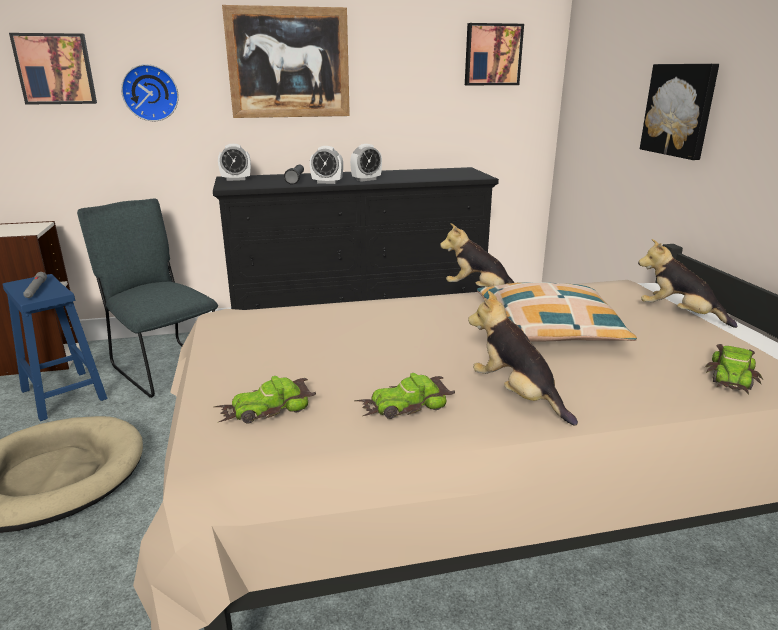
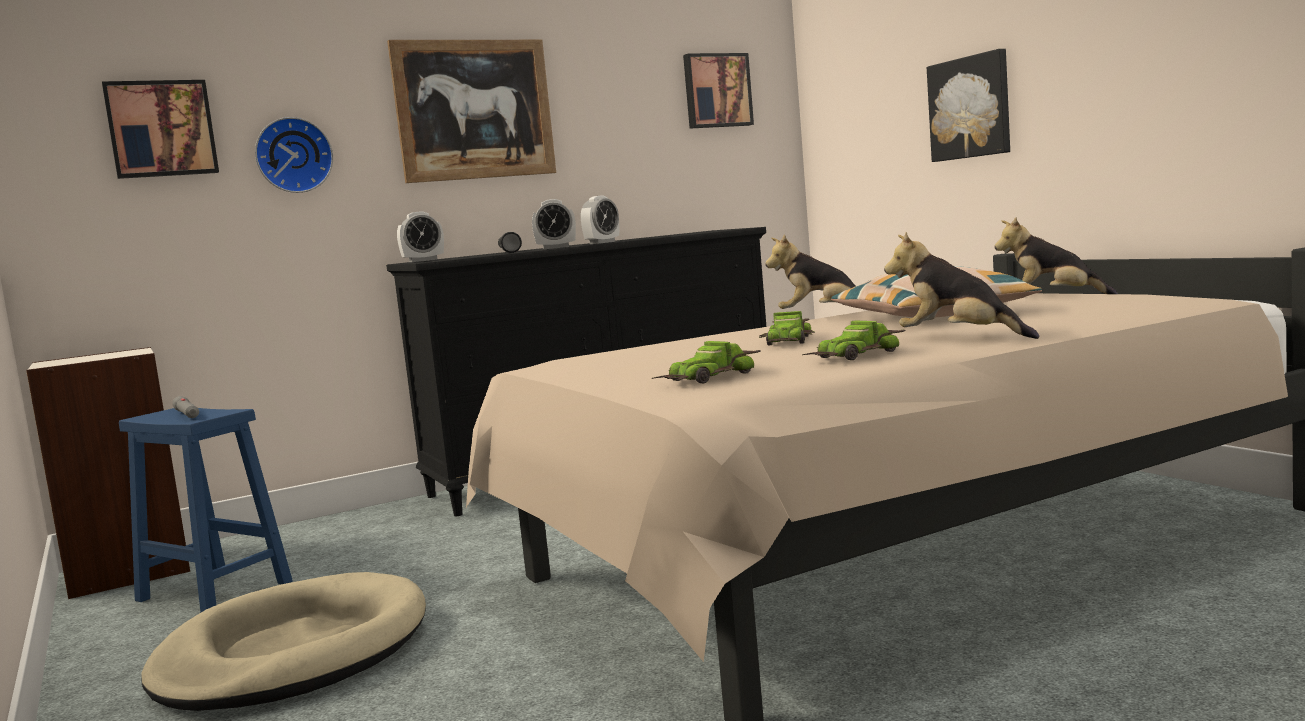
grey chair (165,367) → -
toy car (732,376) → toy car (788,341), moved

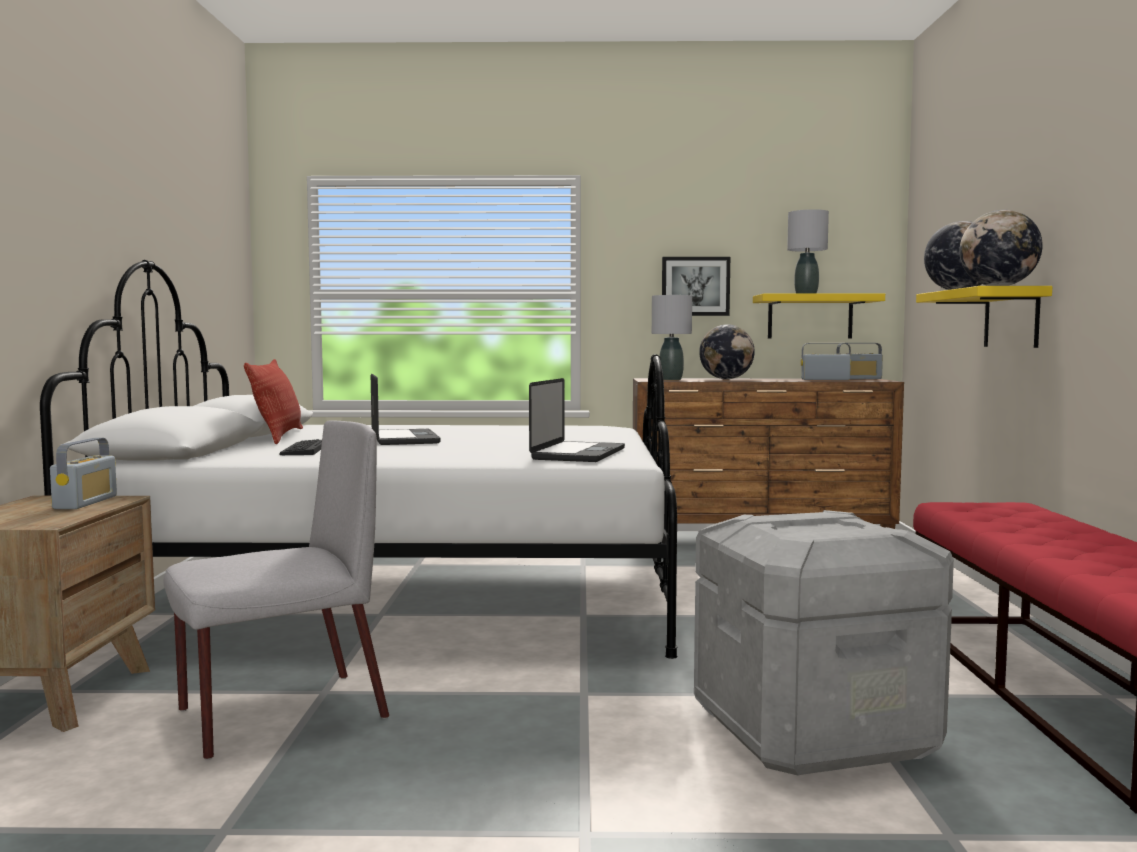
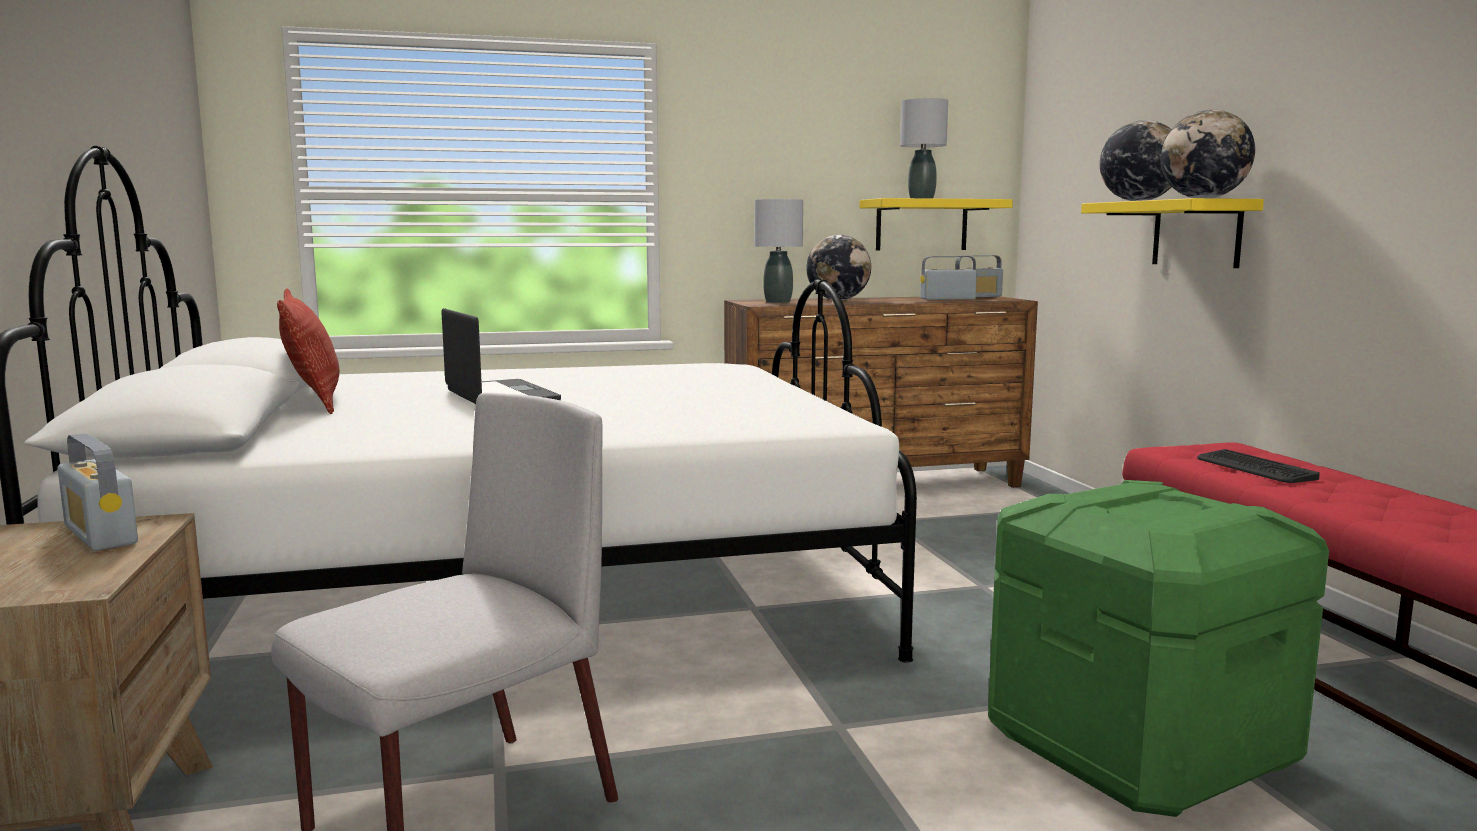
picture (695,286) → -
laptop (578,454) → -
radio (85,502) → radio (100,535), 150 degrees clockwise
keyboard (304,449) → keyboard (1254,468), moved
grey storage box (813,730) → green storage box (1137,746)

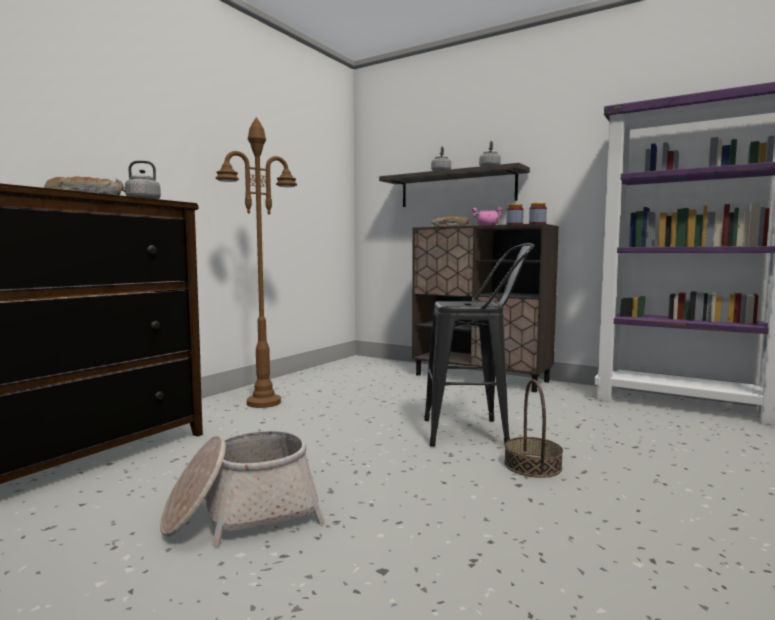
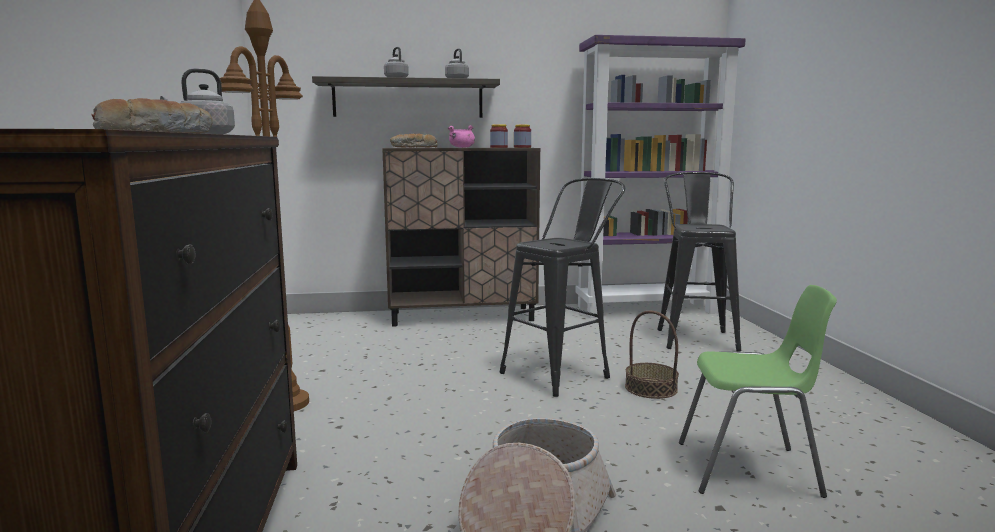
- → black stool (695,337)
- → green chair (749,470)

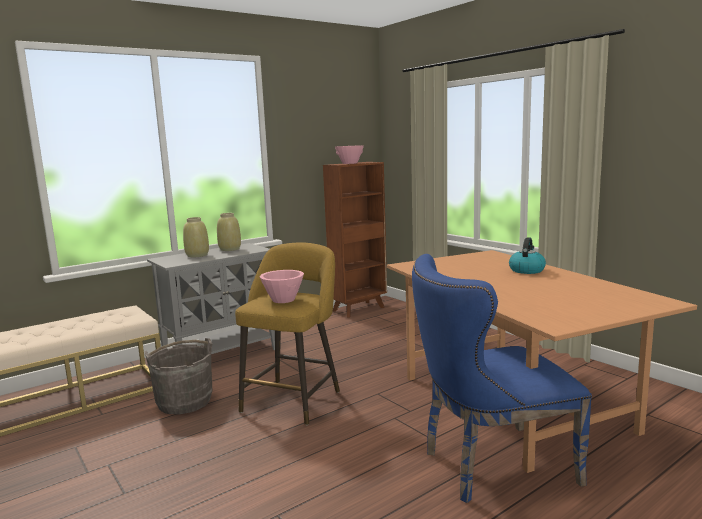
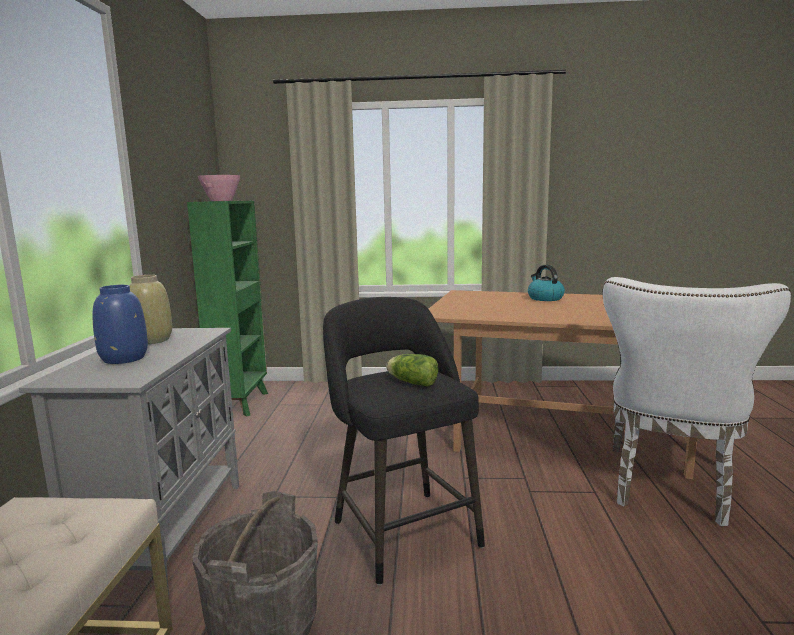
brown bookcase (359,309) → green bookcase (241,403)
beige vase (197,255) → blue vase (125,358)
yellow stool (294,399) → black stool (402,530)
blue chair (489,466) → white chair (670,489)
pink bowl (283,300) → lettuce (411,382)

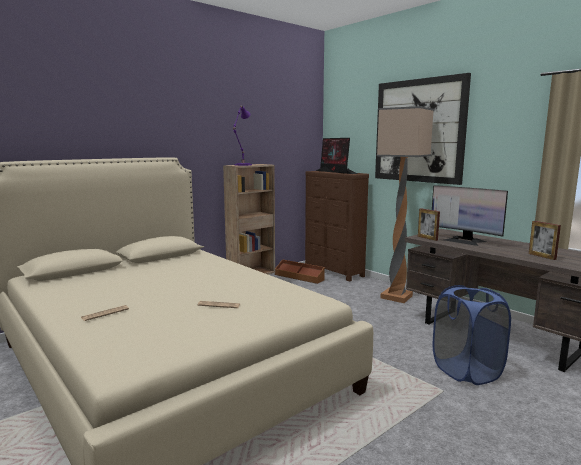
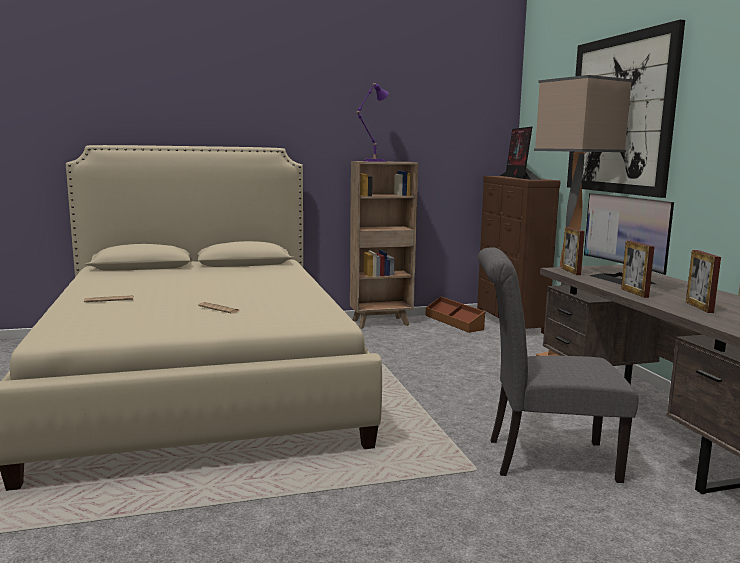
blue laundry basket (466,371) → grey chair (542,458)
- → picture frame (634,293)

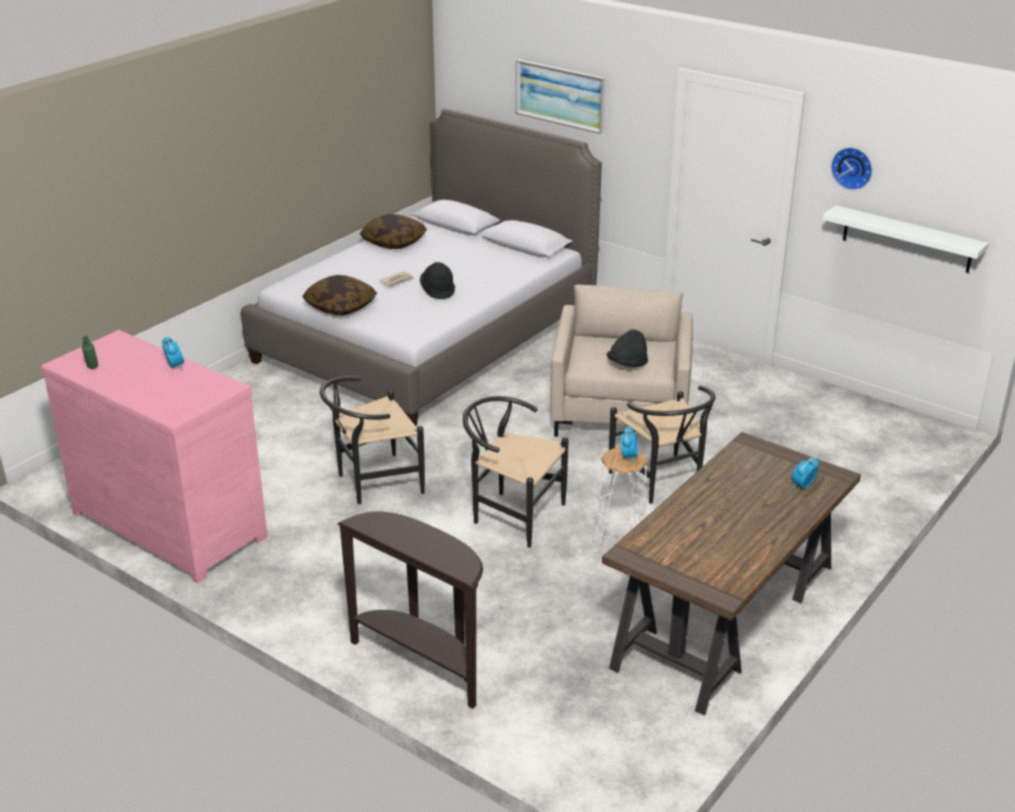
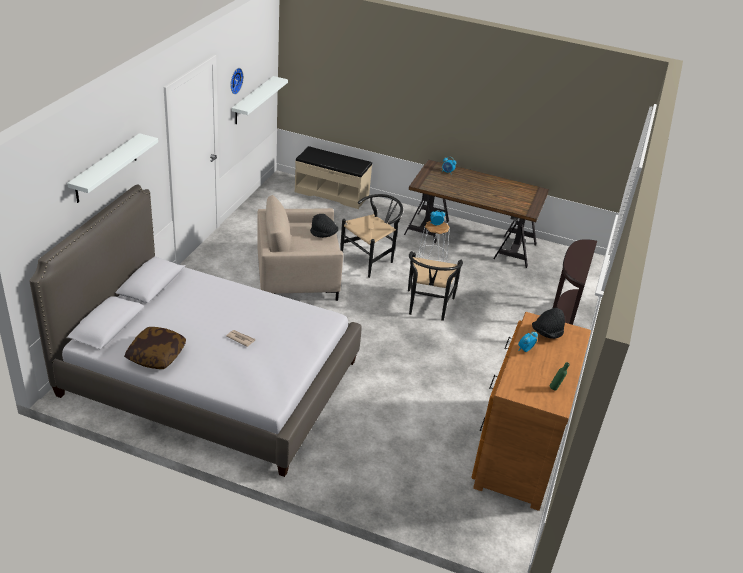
picture (560,95) → white shelf (106,168)
black hat (438,291) → black hat (546,333), moved
pillow (340,306) → -
pink dresser (171,523) → brown dresser (517,451)
black chair (373,483) → -
- → beige bench (332,193)

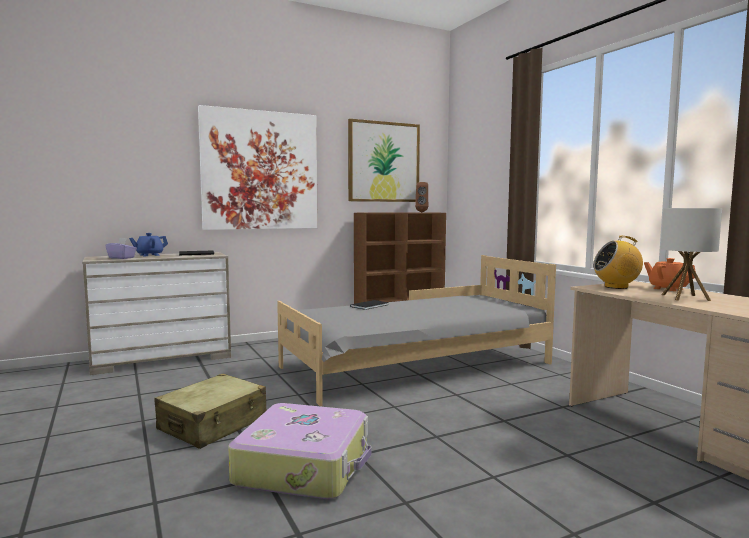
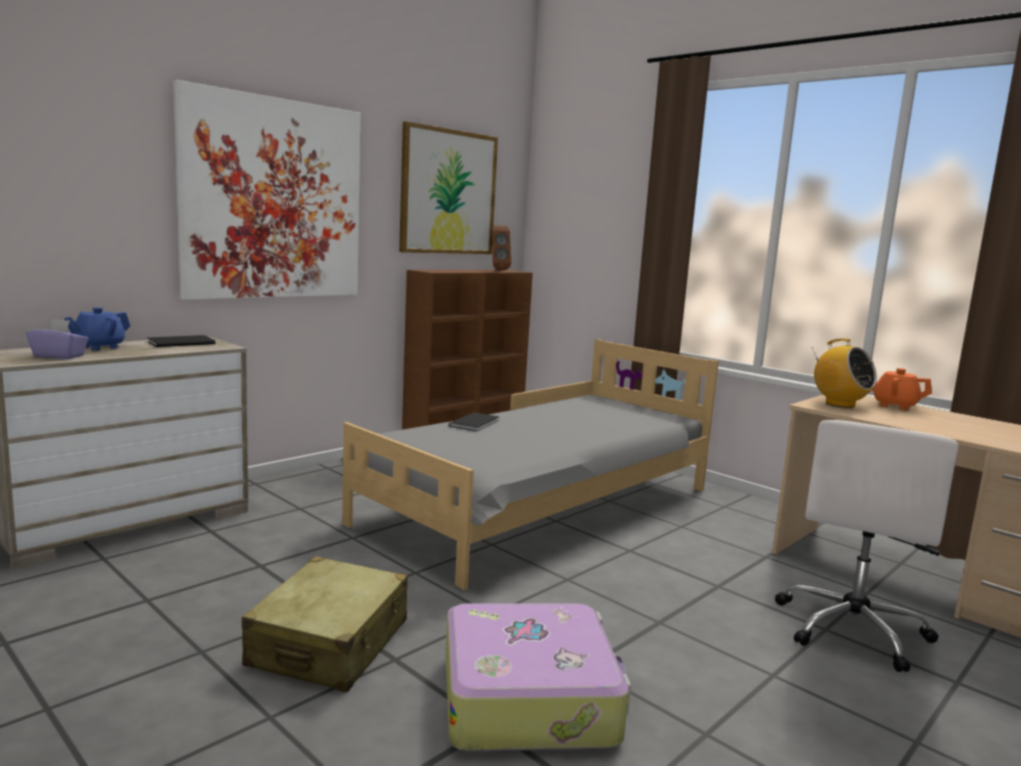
table lamp (685,297) → -
radio (616,287) → radio (839,404), 105 degrees counterclockwise
- → white office chair (852,629)

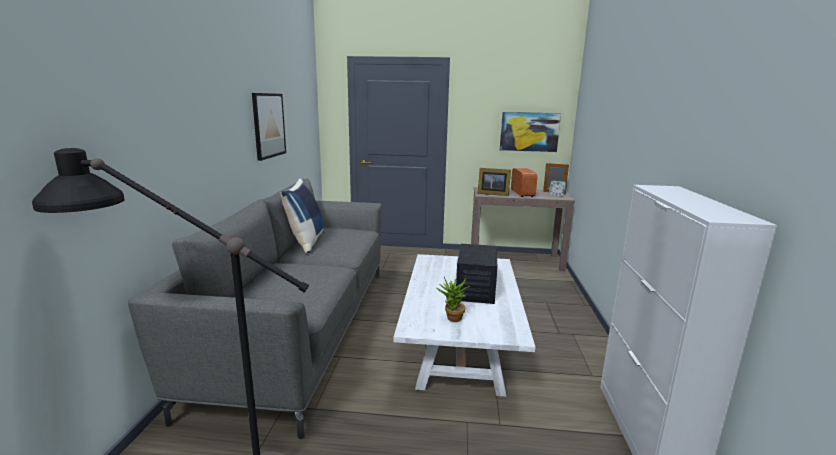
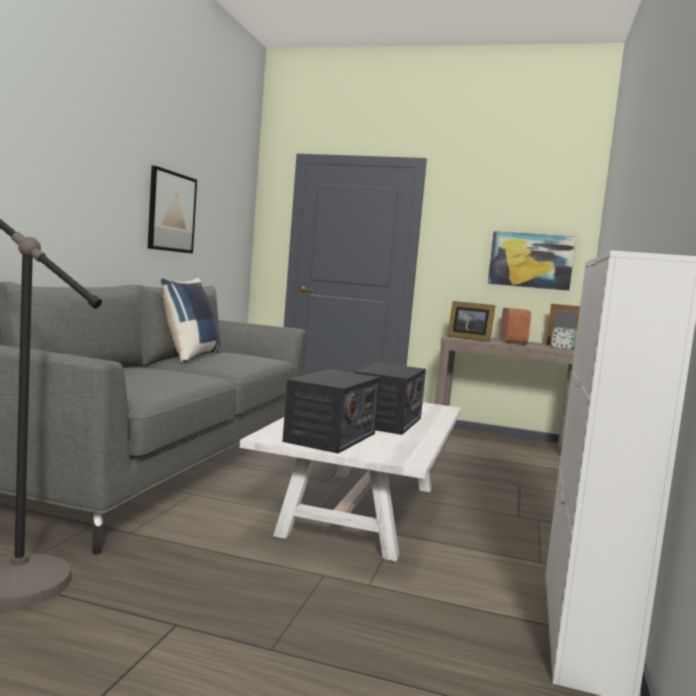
potted plant (452,319) → radio (330,437)

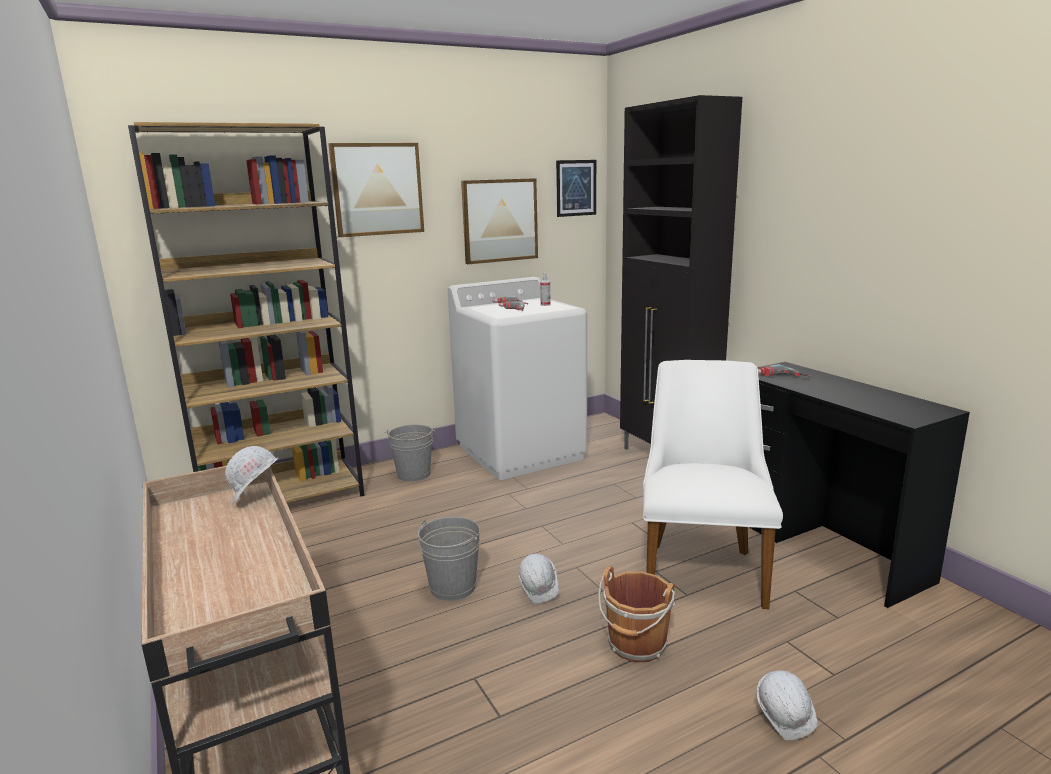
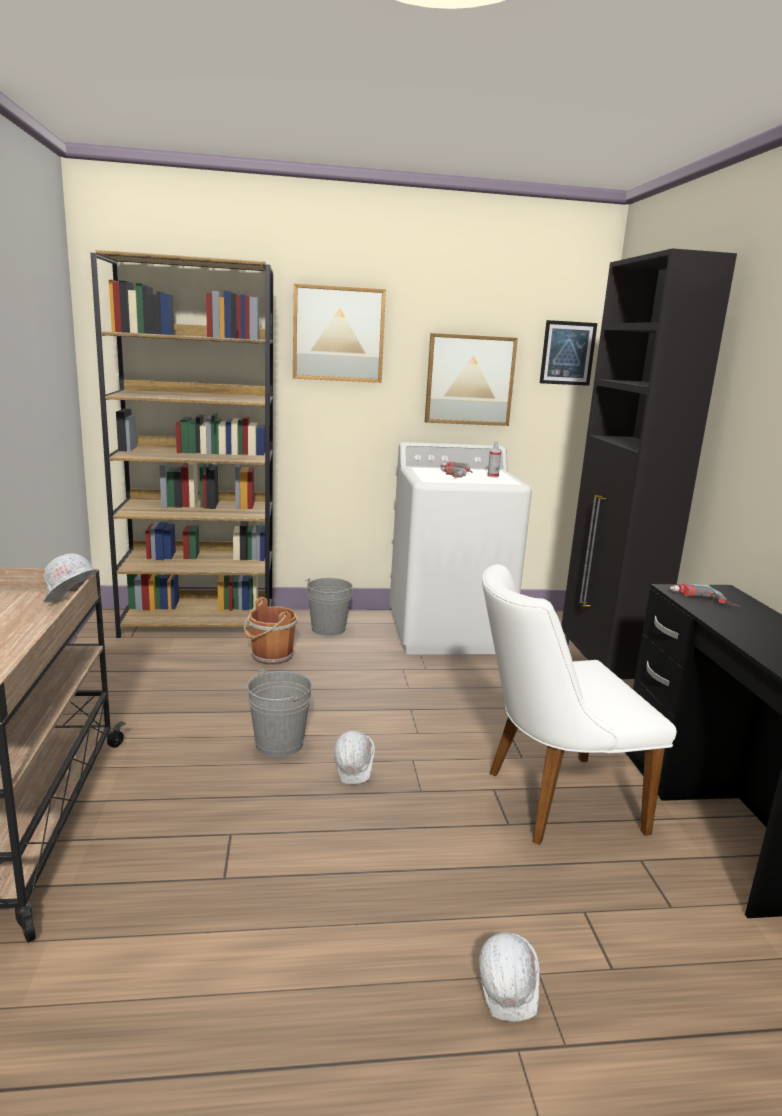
white chair (701,567) → white chair (549,800), 135 degrees counterclockwise
brown bucket (636,646) → brown bucket (270,656), moved

